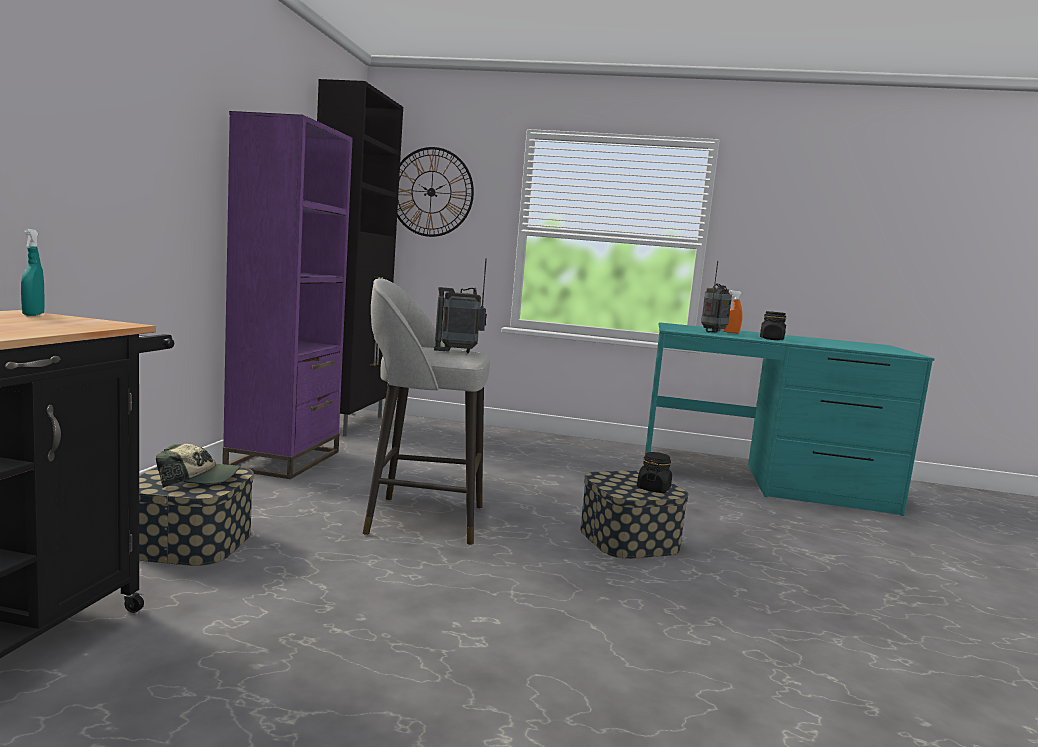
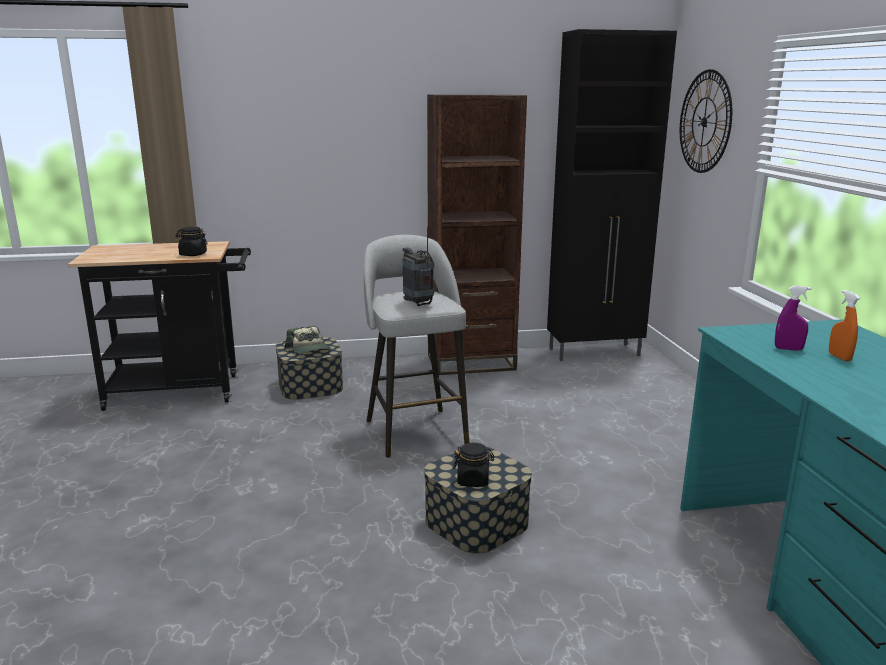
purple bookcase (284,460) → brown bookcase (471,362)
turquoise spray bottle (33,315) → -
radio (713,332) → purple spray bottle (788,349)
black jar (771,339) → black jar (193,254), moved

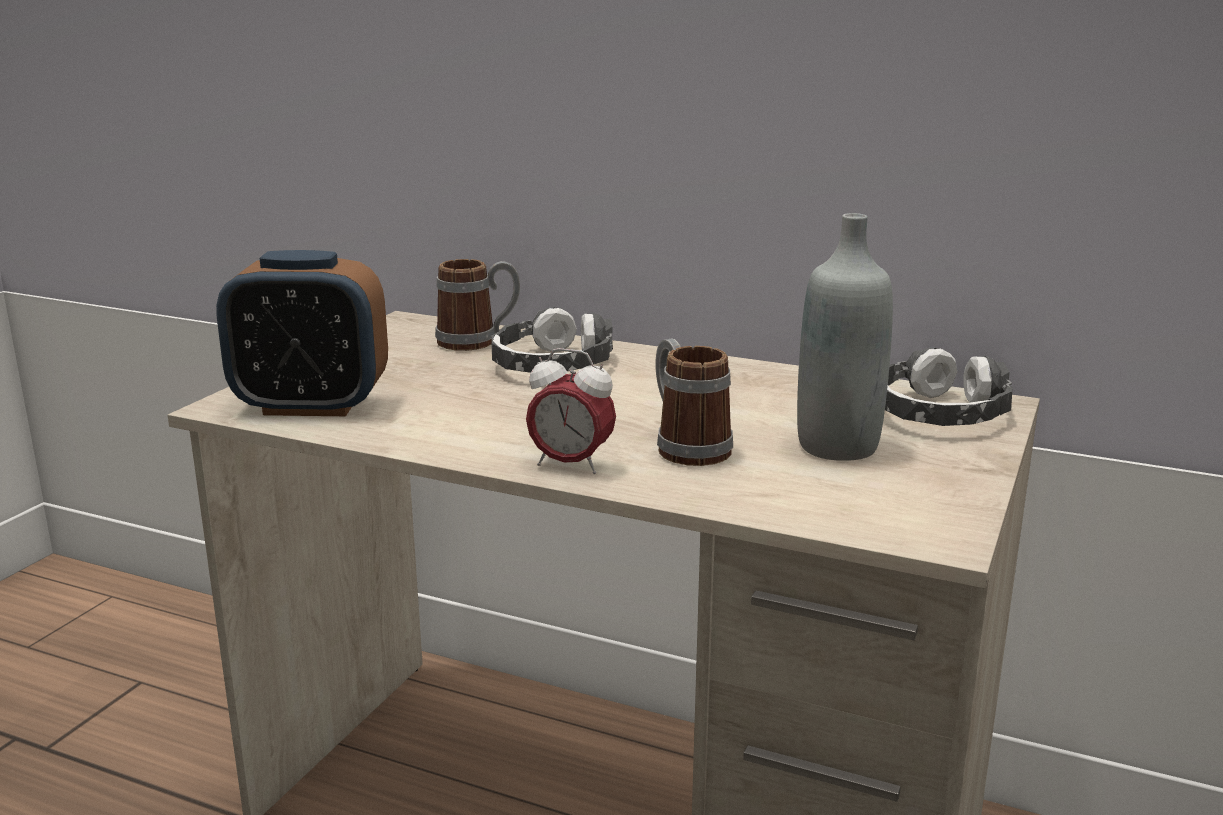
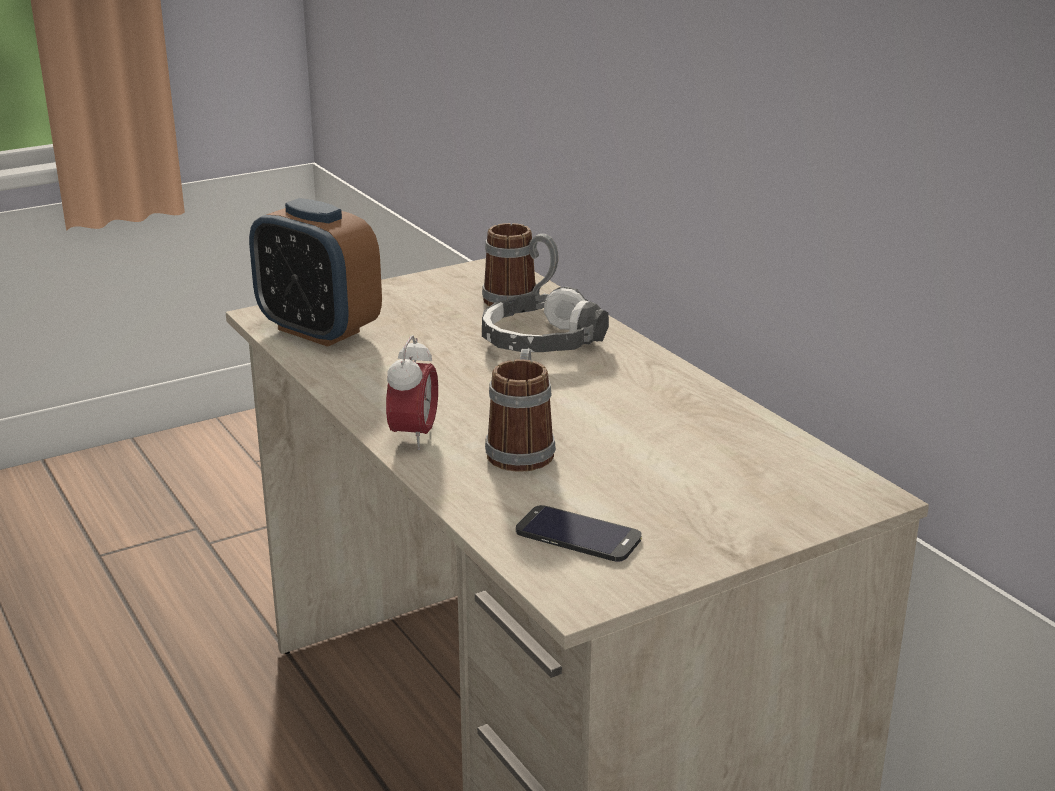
grey bottle (837,446) → -
headphones (939,413) → -
alarm clock (571,464) → alarm clock (414,437), 135 degrees counterclockwise
- → phone (578,535)

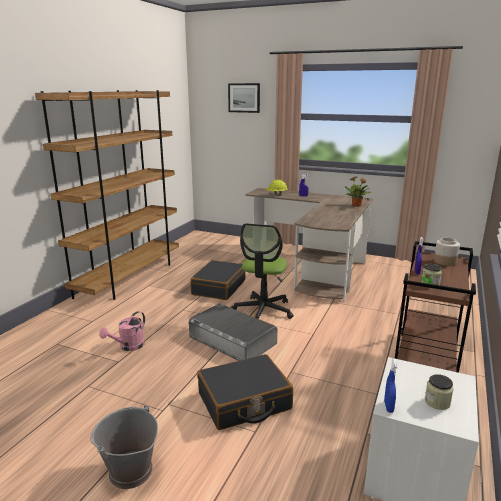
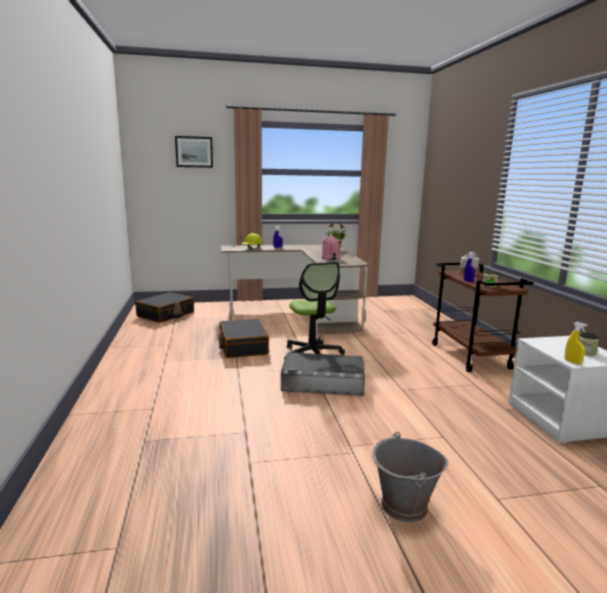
brown bookcase (129,277) → -
pink watering can (128,347) → pink watering can (330,259), moved
black suitcase (244,402) → black suitcase (166,314), moved
blue spray bottle (388,407) → yellow spray bottle (572,362)

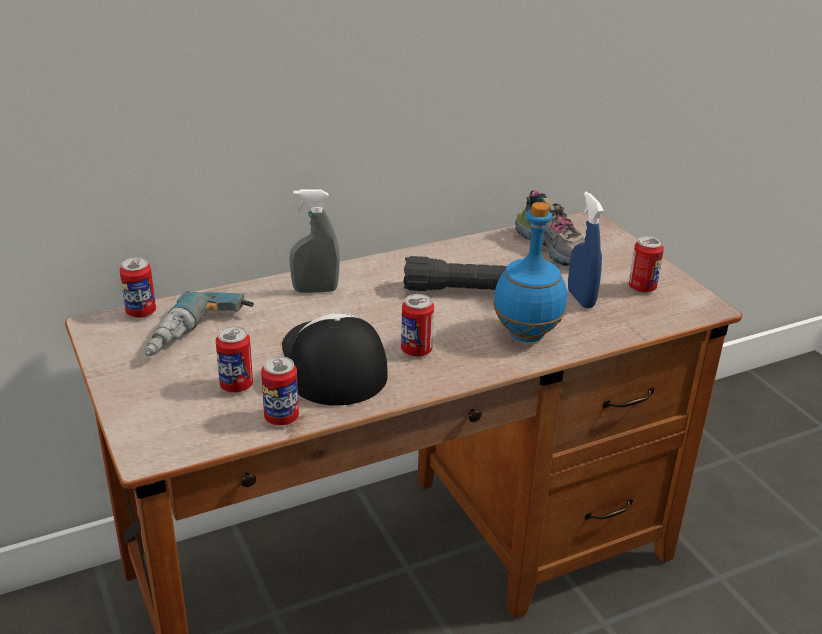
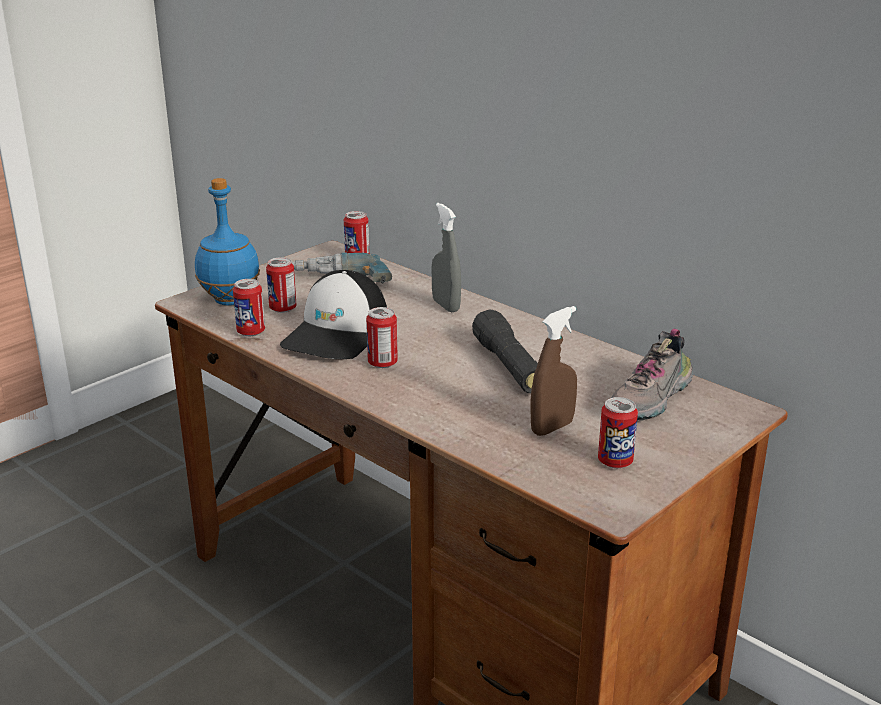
blue spray bottle (580,299) → brown spray bottle (552,428)
blue bottle (527,335) → blue bottle (230,301), moved
cap (332,363) → cap (337,334), 150 degrees clockwise

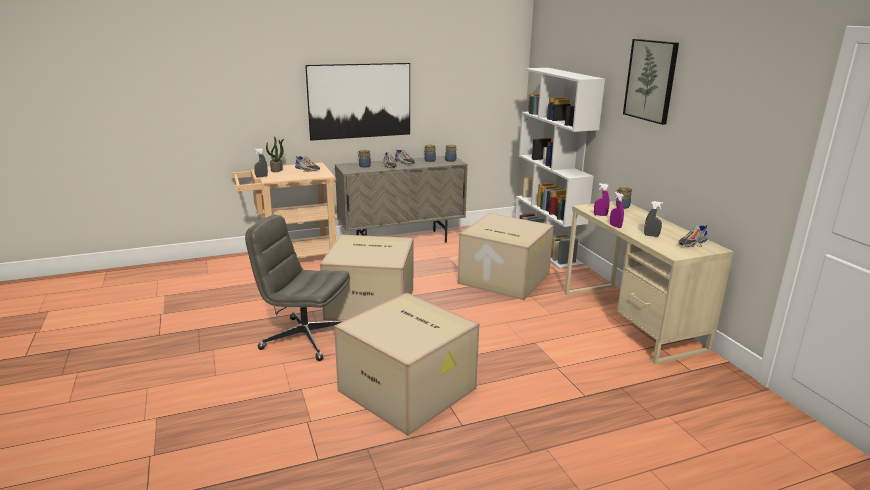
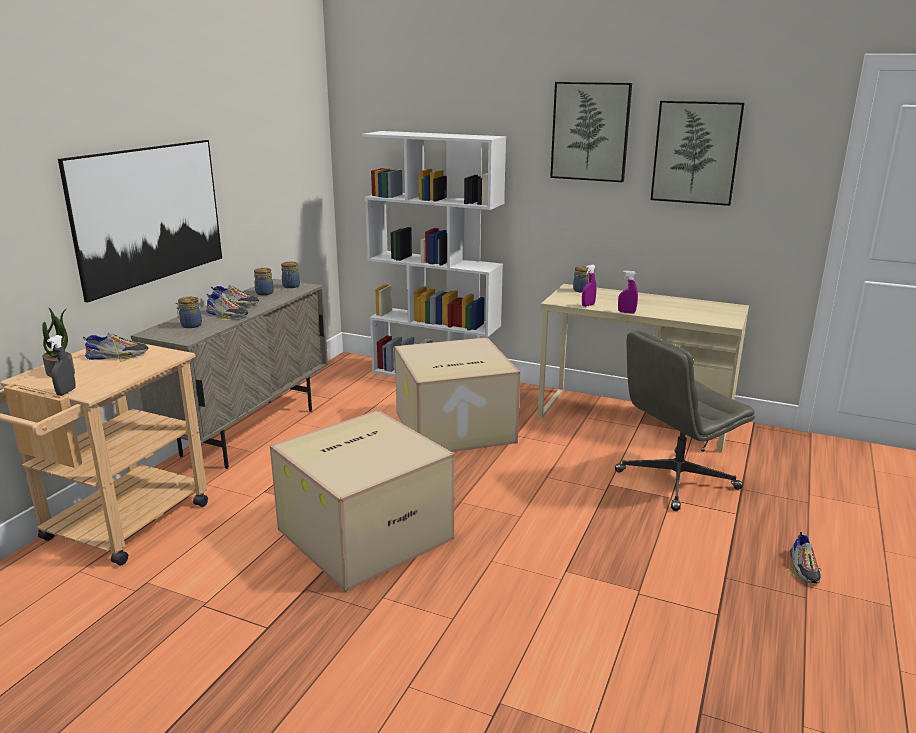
grey spray bottle (651,235) → -
grey office chair (304,338) → grey office chair (675,480), moved
shoe (692,243) → shoe (804,568), moved
cardboard box (409,389) → -
- → picture (696,152)

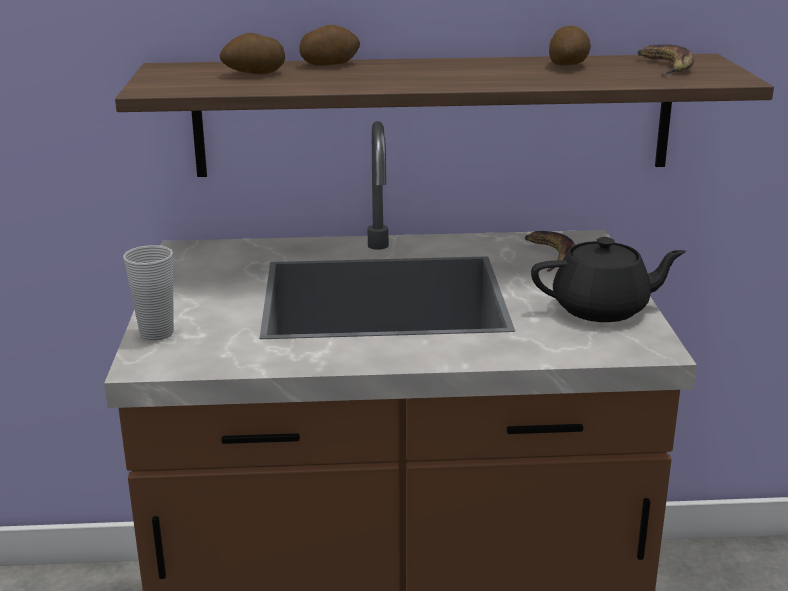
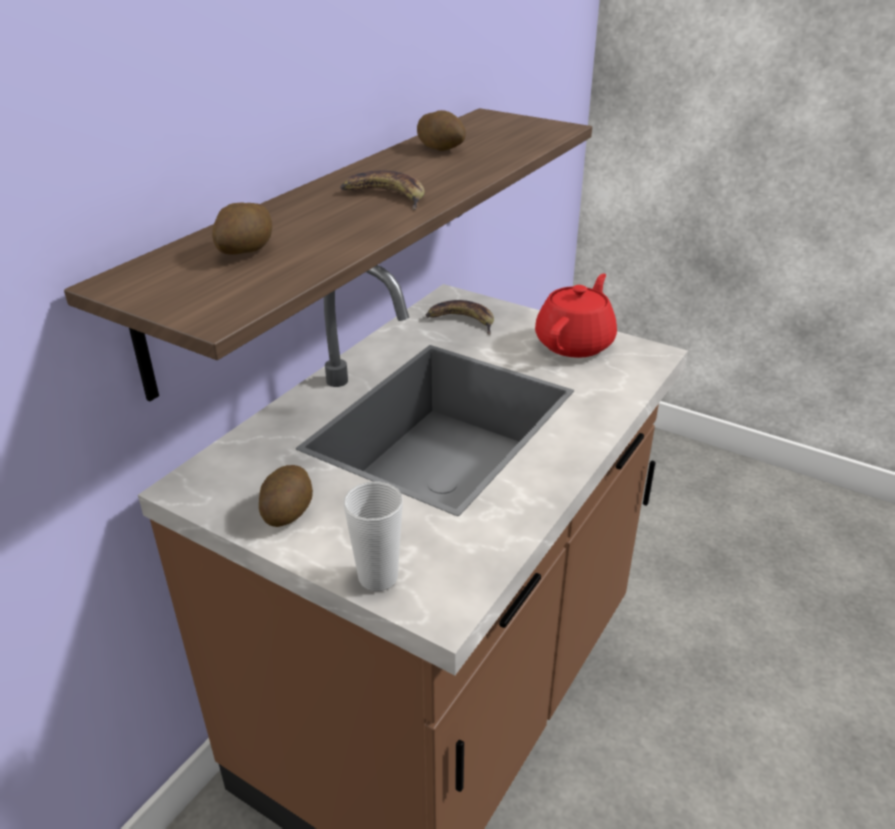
potato (330,64) → potato (287,511), moved
banana (665,66) → banana (385,196), moved
black teapot (602,309) → red teapot (575,343)

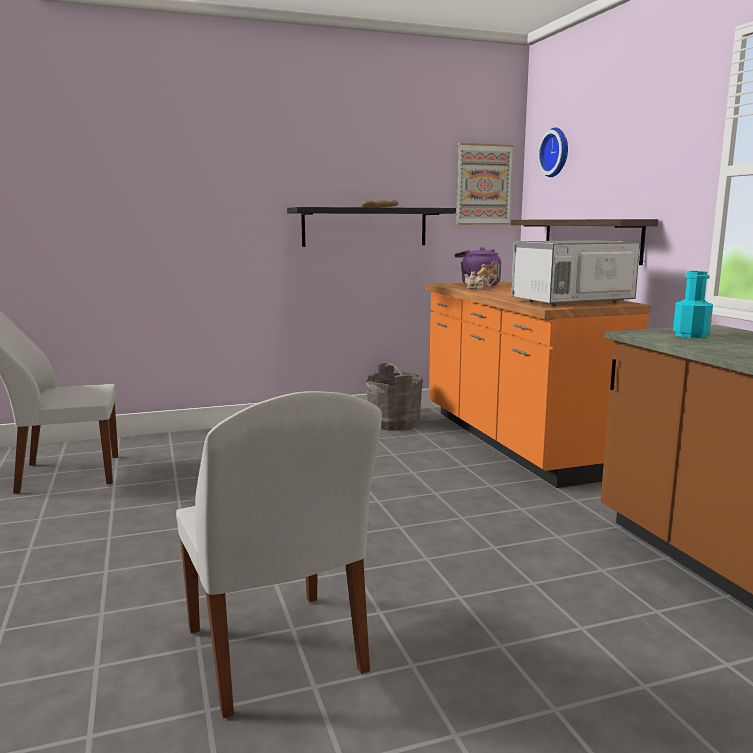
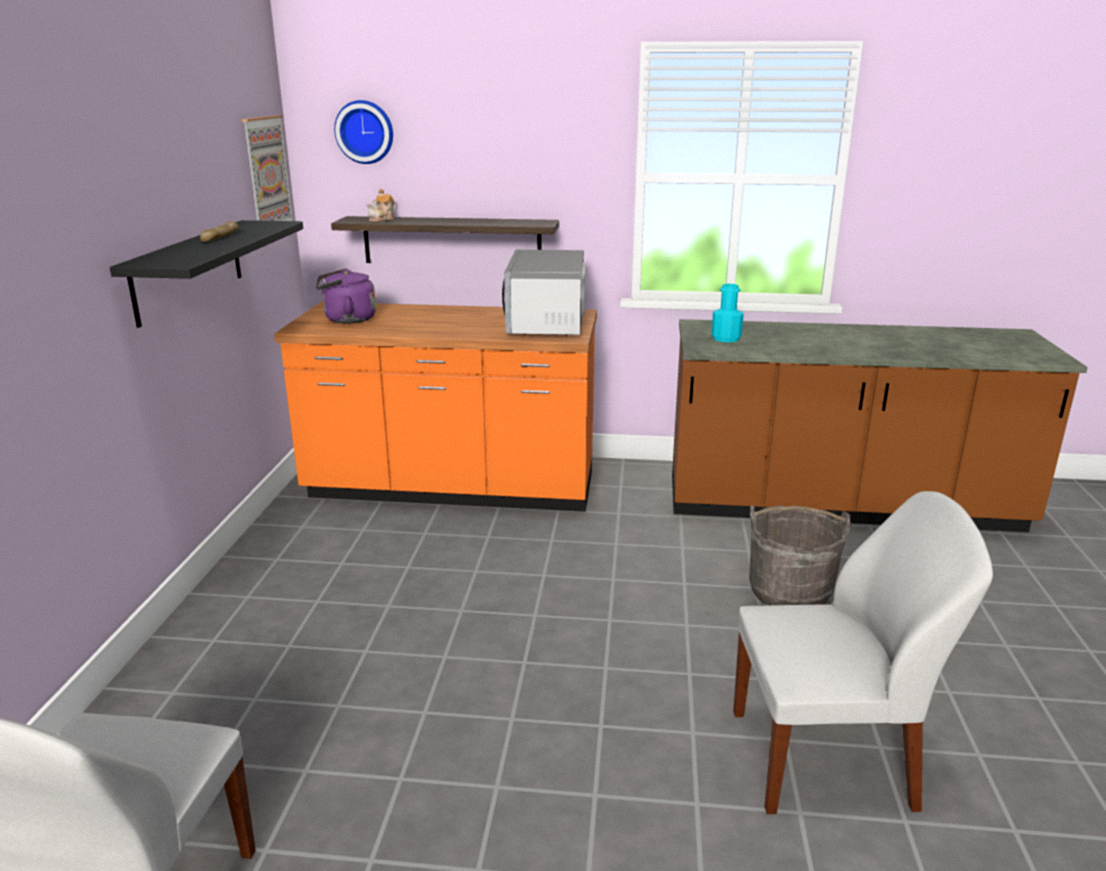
teapot (479,289) → teapot (382,220), moved
grey bucket (393,423) → grey bucket (789,591), moved

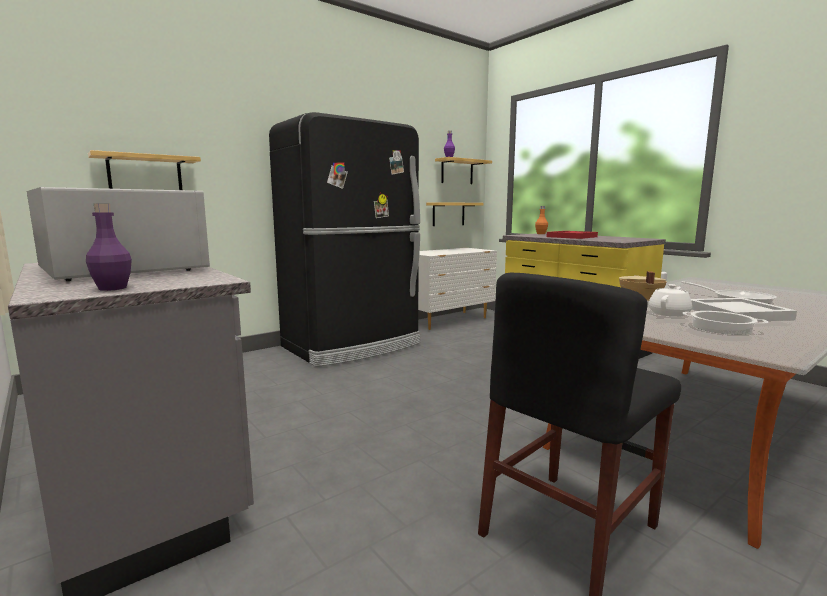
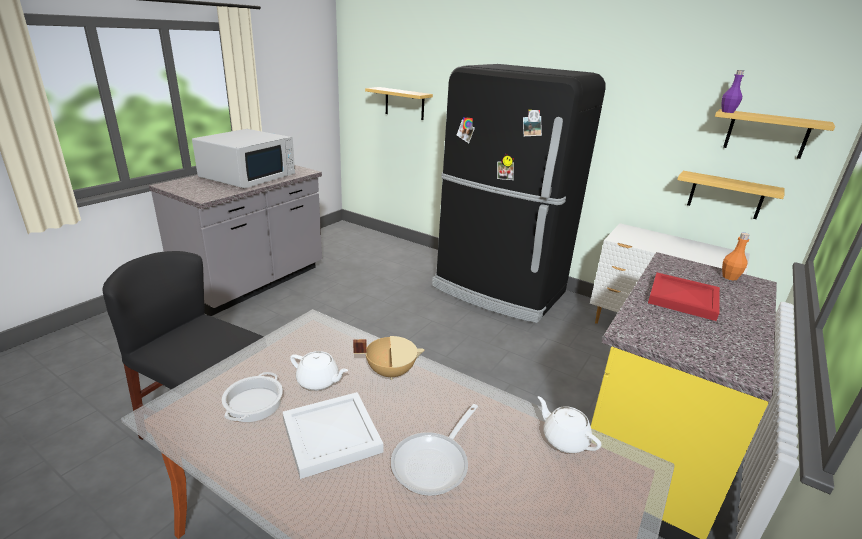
purple bottle (112,288) → -
- → white teapot (564,439)

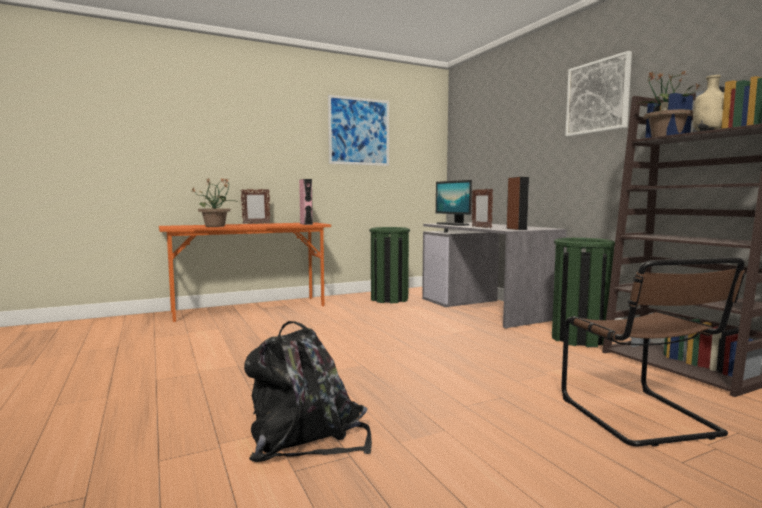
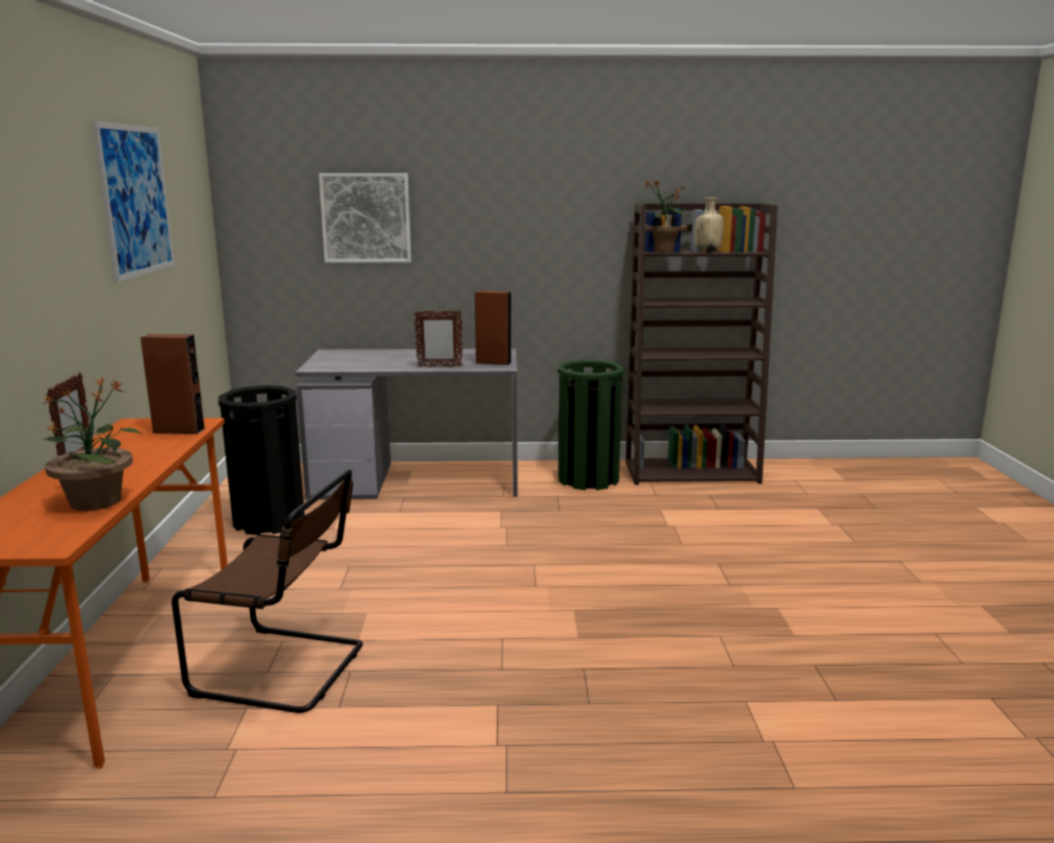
picture (598,97) → picture (366,218), moved
pink speaker (306,224) → brown speaker (179,430)
monitor (453,224) → -
green trash can (389,299) → black trash can (269,520)
brown chair (642,418) → brown chair (285,670), moved
black backpack (306,438) → -

